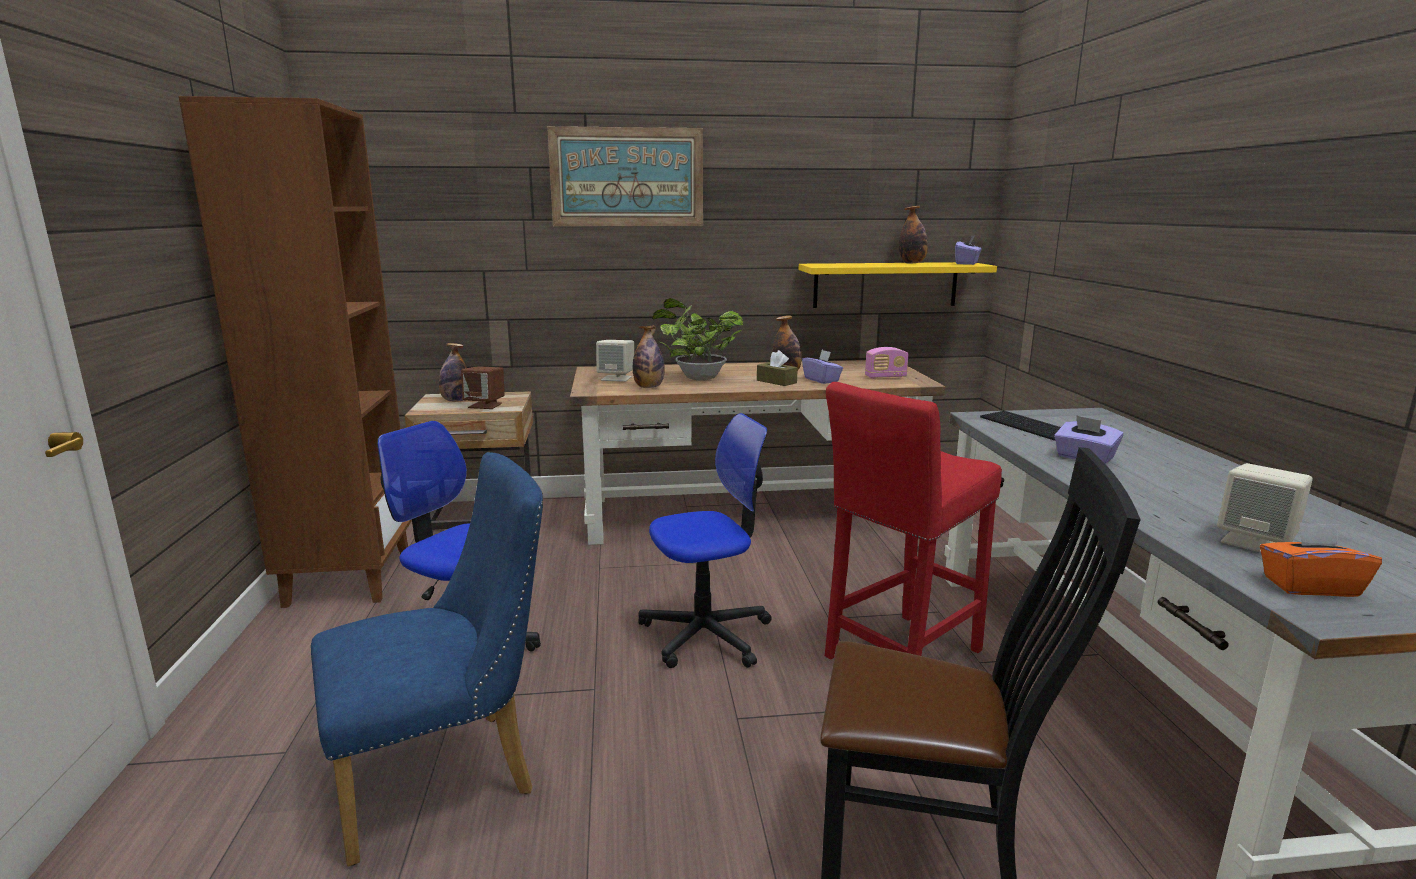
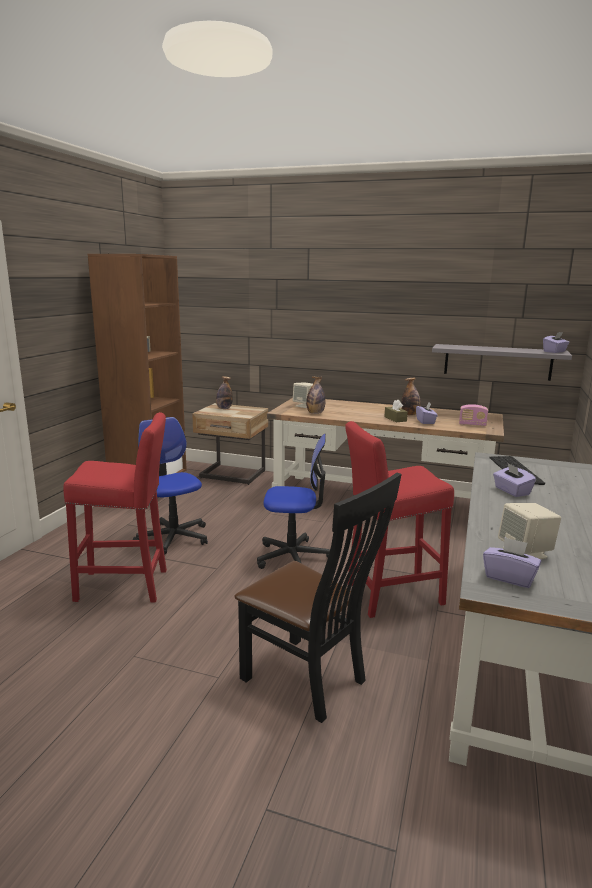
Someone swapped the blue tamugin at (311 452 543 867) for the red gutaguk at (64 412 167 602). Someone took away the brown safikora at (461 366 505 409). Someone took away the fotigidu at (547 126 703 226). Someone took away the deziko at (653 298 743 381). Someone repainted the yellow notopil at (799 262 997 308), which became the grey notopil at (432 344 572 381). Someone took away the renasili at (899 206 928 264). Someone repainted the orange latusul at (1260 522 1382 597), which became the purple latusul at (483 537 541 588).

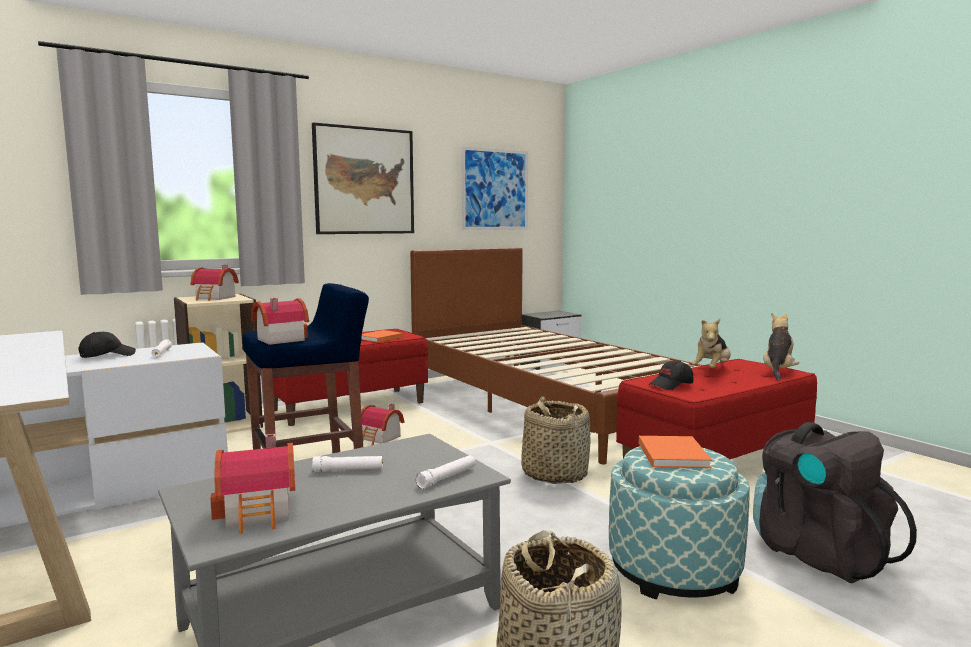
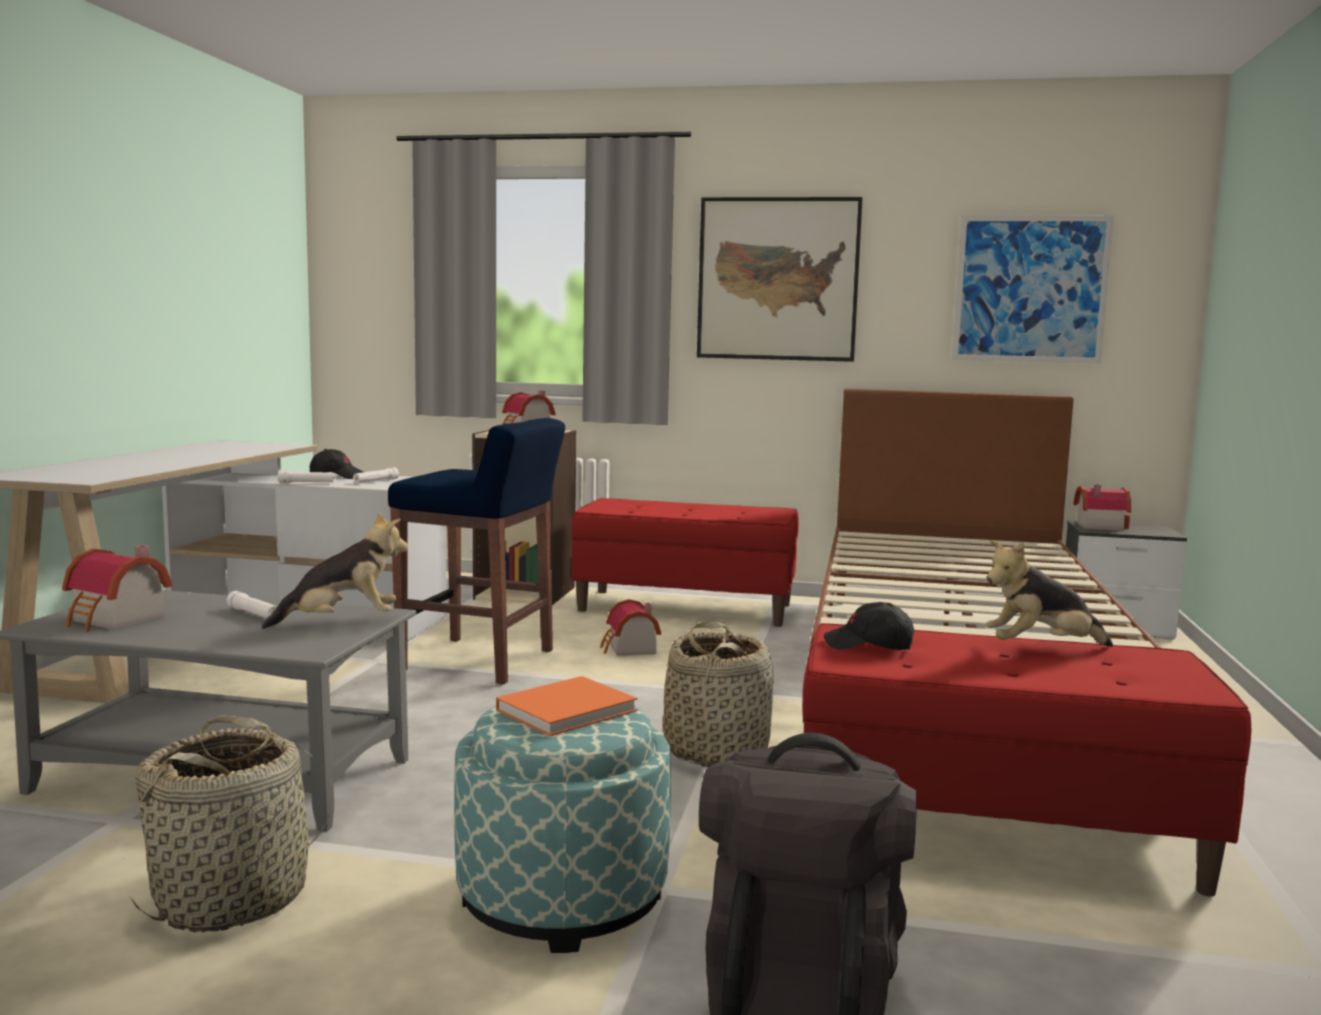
Someone carried the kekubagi from (251 298 309 345) to (1073 484 1131 531). Someone took away the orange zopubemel at (361 330 403 342). Someone carried the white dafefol from (416 455 476 489) to (278 471 335 483). Someone carried the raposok from (763 313 799 381) to (262 512 408 629).

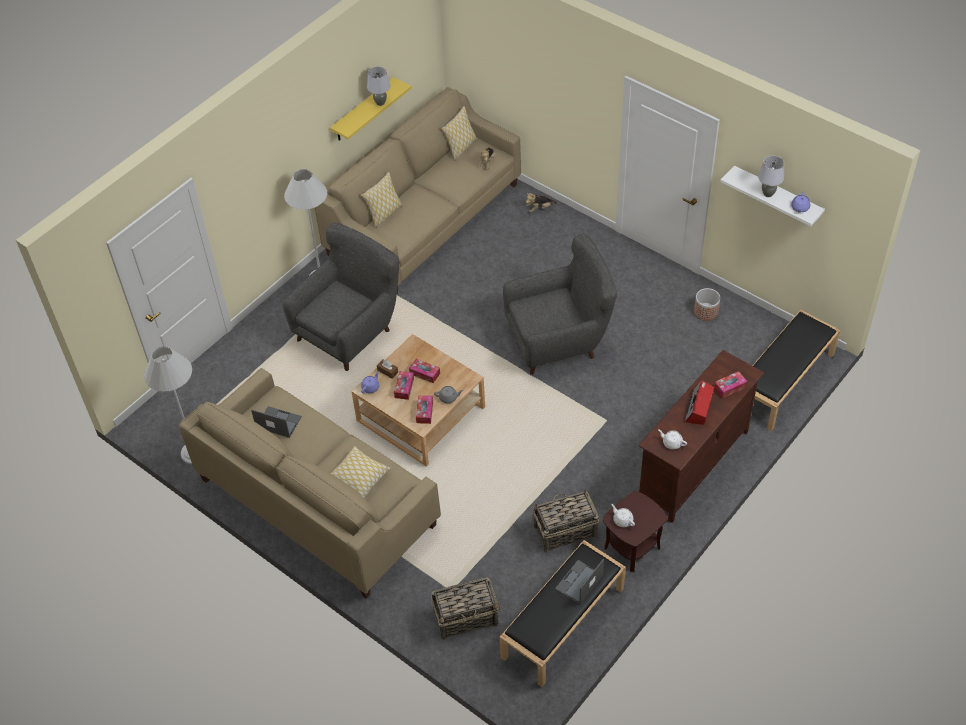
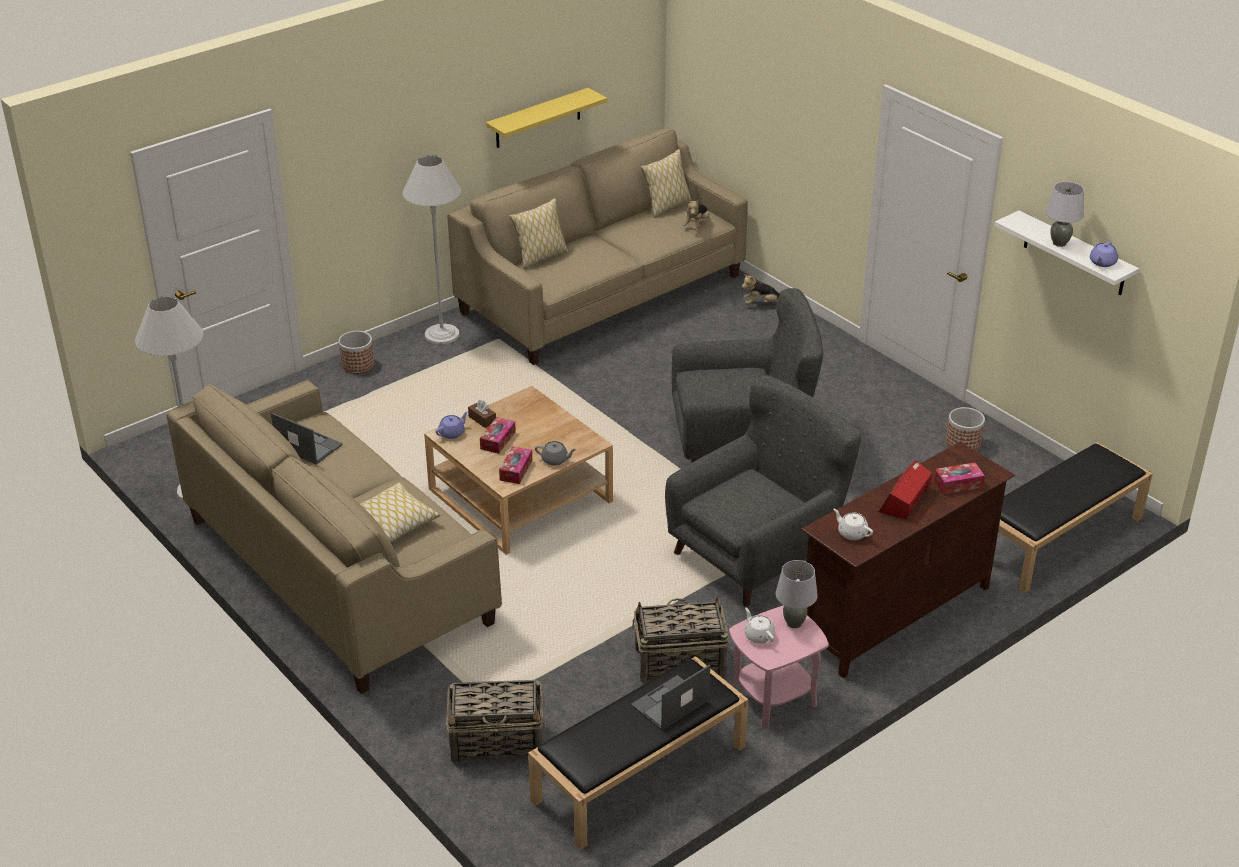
Someone carried the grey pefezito from (283 222 399 371) to (665 375 861 607). Someone carried the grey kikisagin from (367 67 390 106) to (776 560 818 628). Someone took away the latusul at (409 359 440 383). Someone repainted the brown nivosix at (602 491 668 572), which became the pink nivosix at (729 605 829 728). Someone put down the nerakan at (339 331 374 374).

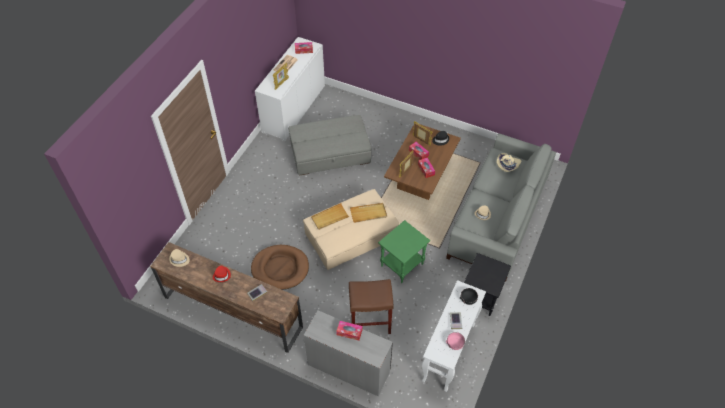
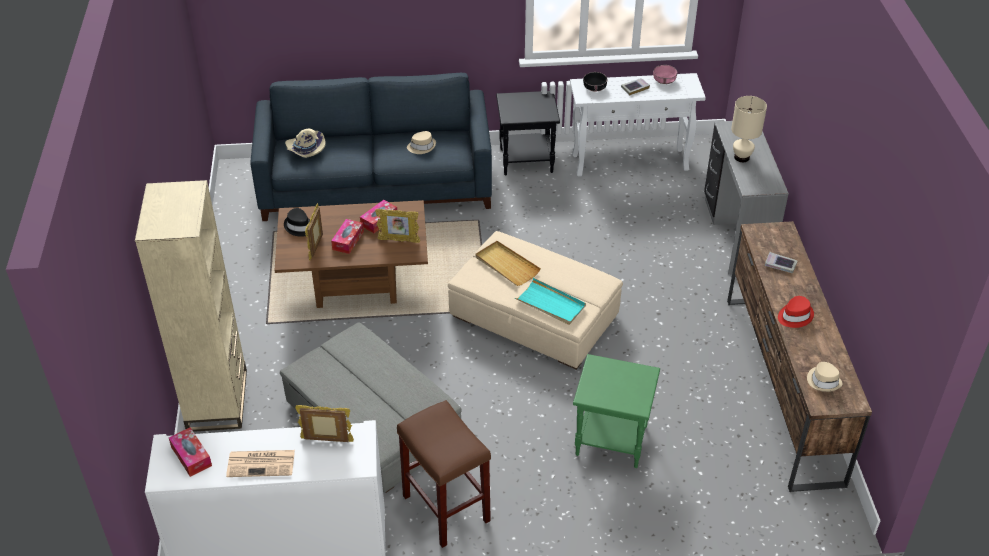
Someone took away the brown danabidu at (251 245 309 290). Someone repainted the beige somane at (311 203 350 230), which became the turquoise somane at (515 278 586 325). Someone swapped the latusul at (336 321 363 340) for the beige kikisagin at (731 96 767 162). Someone carried the brown gutaguk from (349 279 394 334) to (397 400 491 548). Someone carried the green nivosix from (378 220 430 283) to (573 354 660 468). Someone repainted the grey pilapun at (446 134 556 281), which became the blue pilapun at (250 73 492 221). Someone put down the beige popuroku at (135 180 247 432).

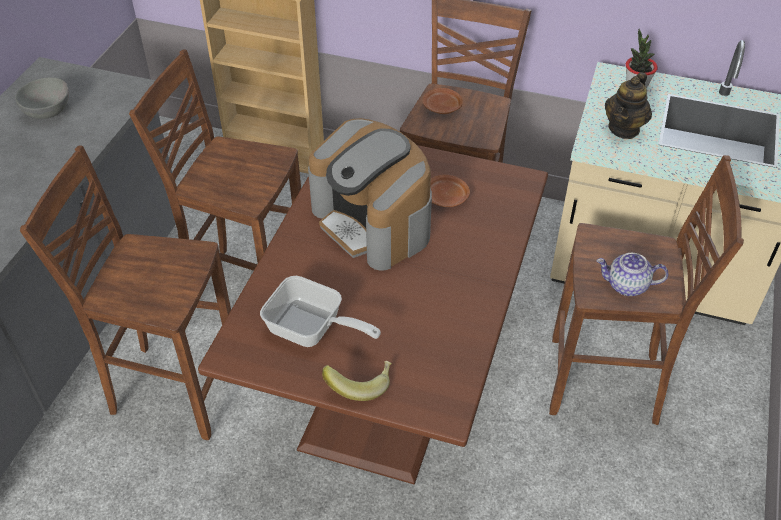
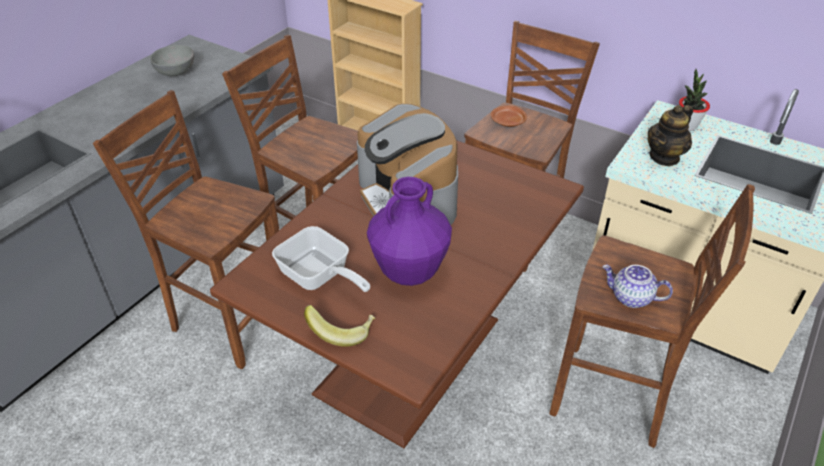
Someone took away the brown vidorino at (430 175 470 207). Someone put down the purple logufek at (367 177 452 286).

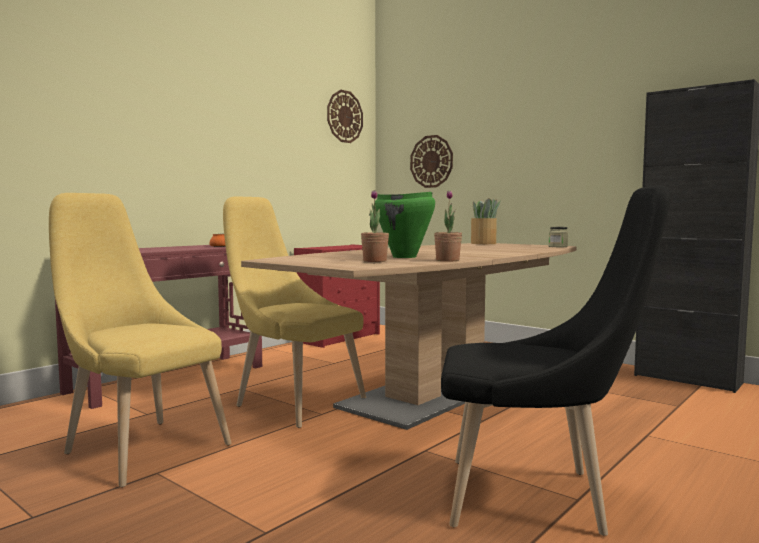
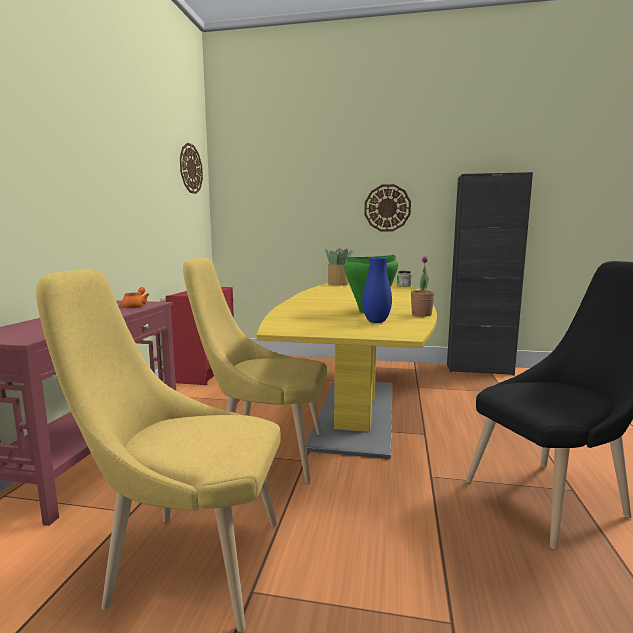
Someone repainted the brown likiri at (241 243 576 430), which became the yellow likiri at (256 283 437 459). Someone swapped the deziko at (361 190 389 262) for the blue logufek at (362 257 392 323). Someone carried the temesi from (410 135 453 188) to (364 184 411 231).

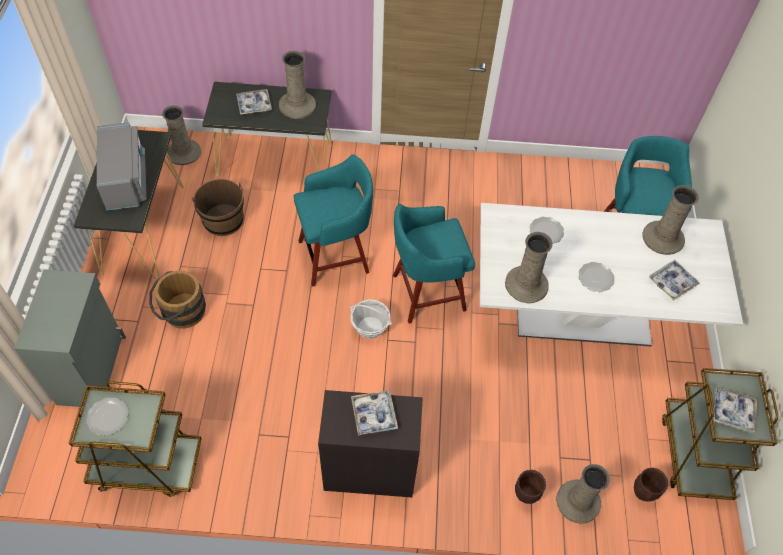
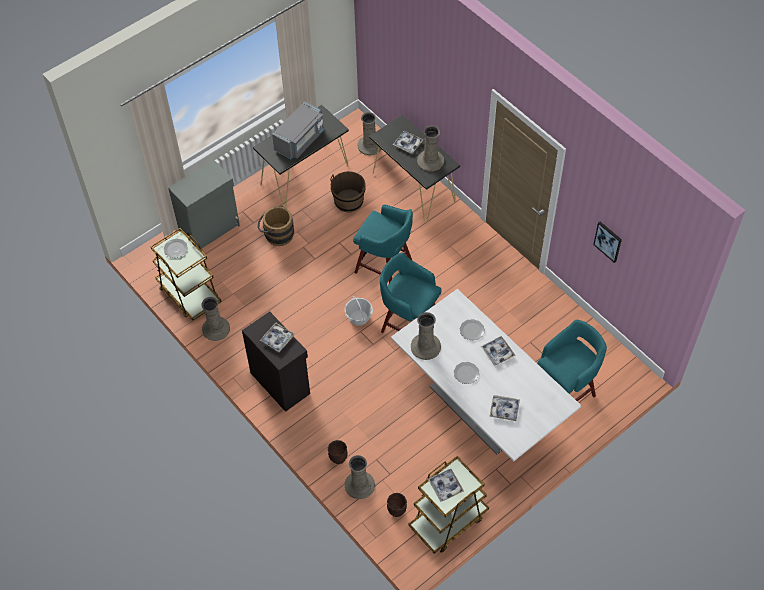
Someone carried the beige logufek from (642 185 699 255) to (201 297 230 341). Someone put down the somane at (481 336 515 366). Someone put up the fotigidu at (593 222 622 263).

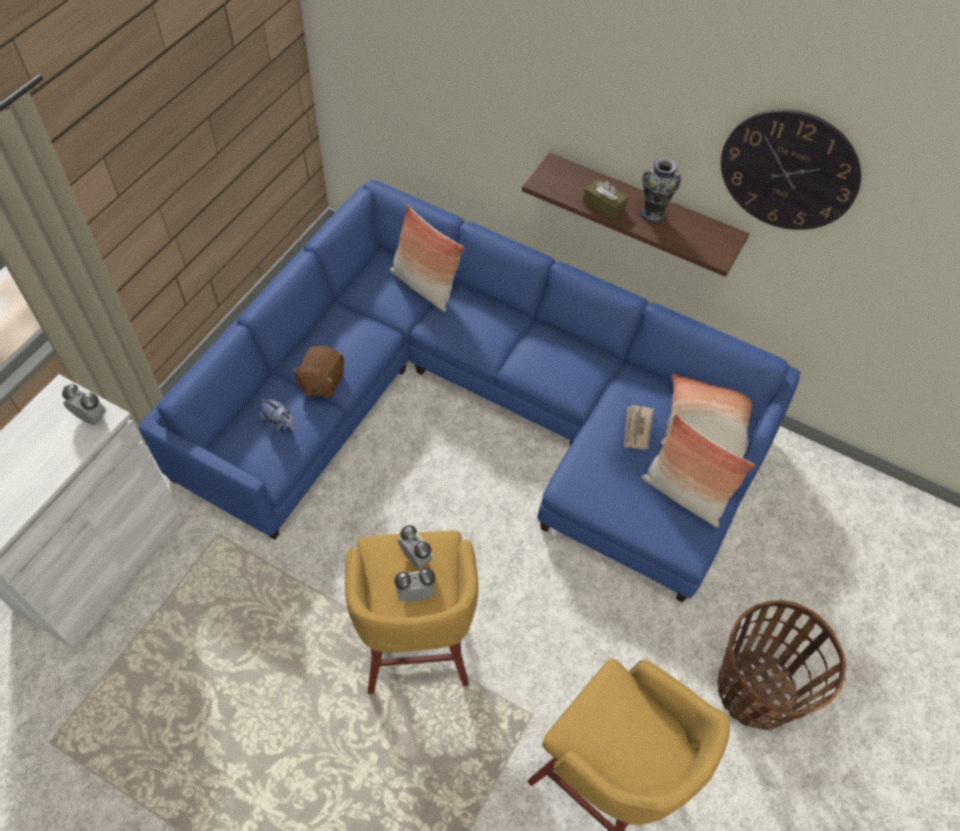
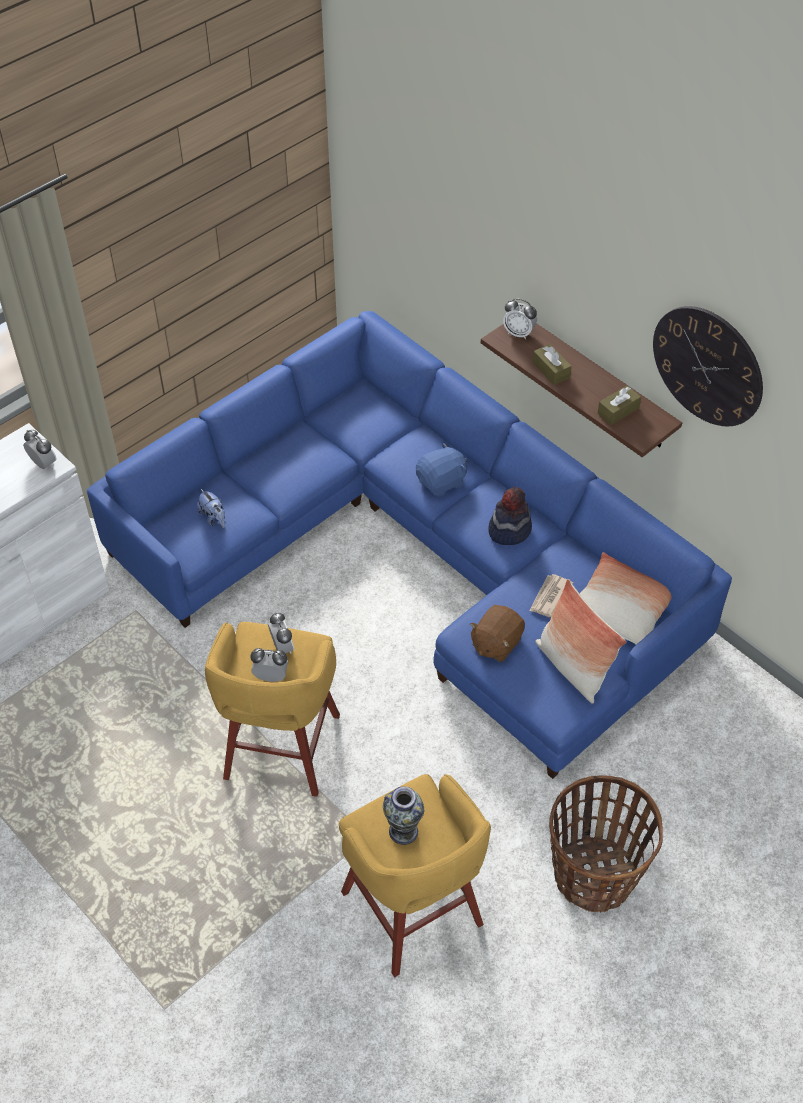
Someone carried the brown raposok from (292 346 345 398) to (470 605 525 662). Someone took away the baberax at (390 205 465 312). Someone carried the logufek from (640 158 681 223) to (383 786 424 845). Someone put down the blue raposok at (416 442 467 497). Someone put down the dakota at (488 487 532 545). Someone put down the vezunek at (503 298 537 339). Someone put down the brown latusul at (597 385 641 425).

